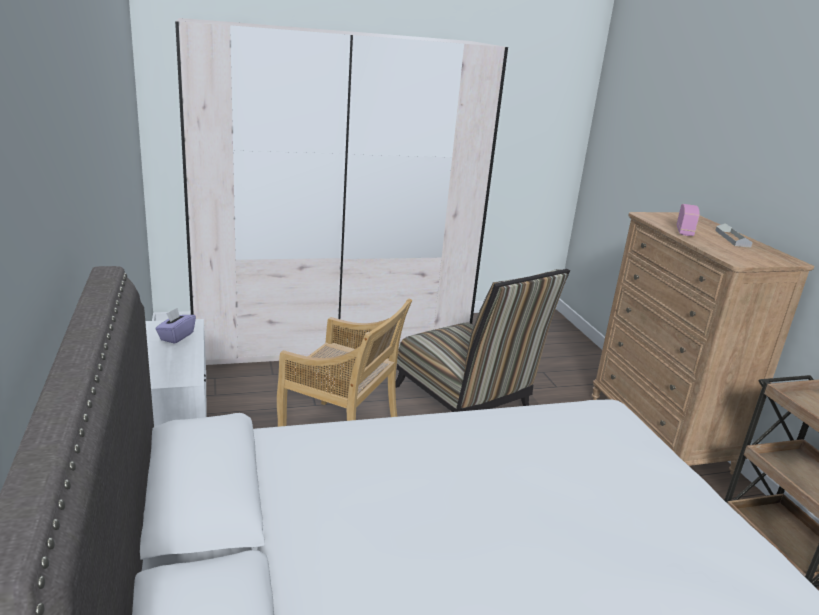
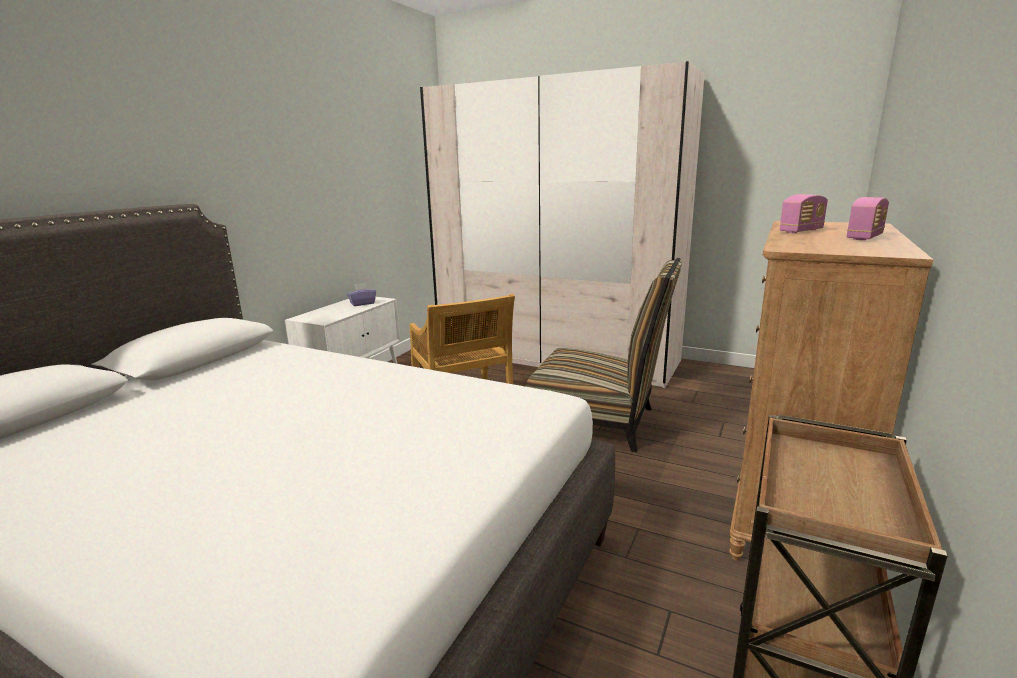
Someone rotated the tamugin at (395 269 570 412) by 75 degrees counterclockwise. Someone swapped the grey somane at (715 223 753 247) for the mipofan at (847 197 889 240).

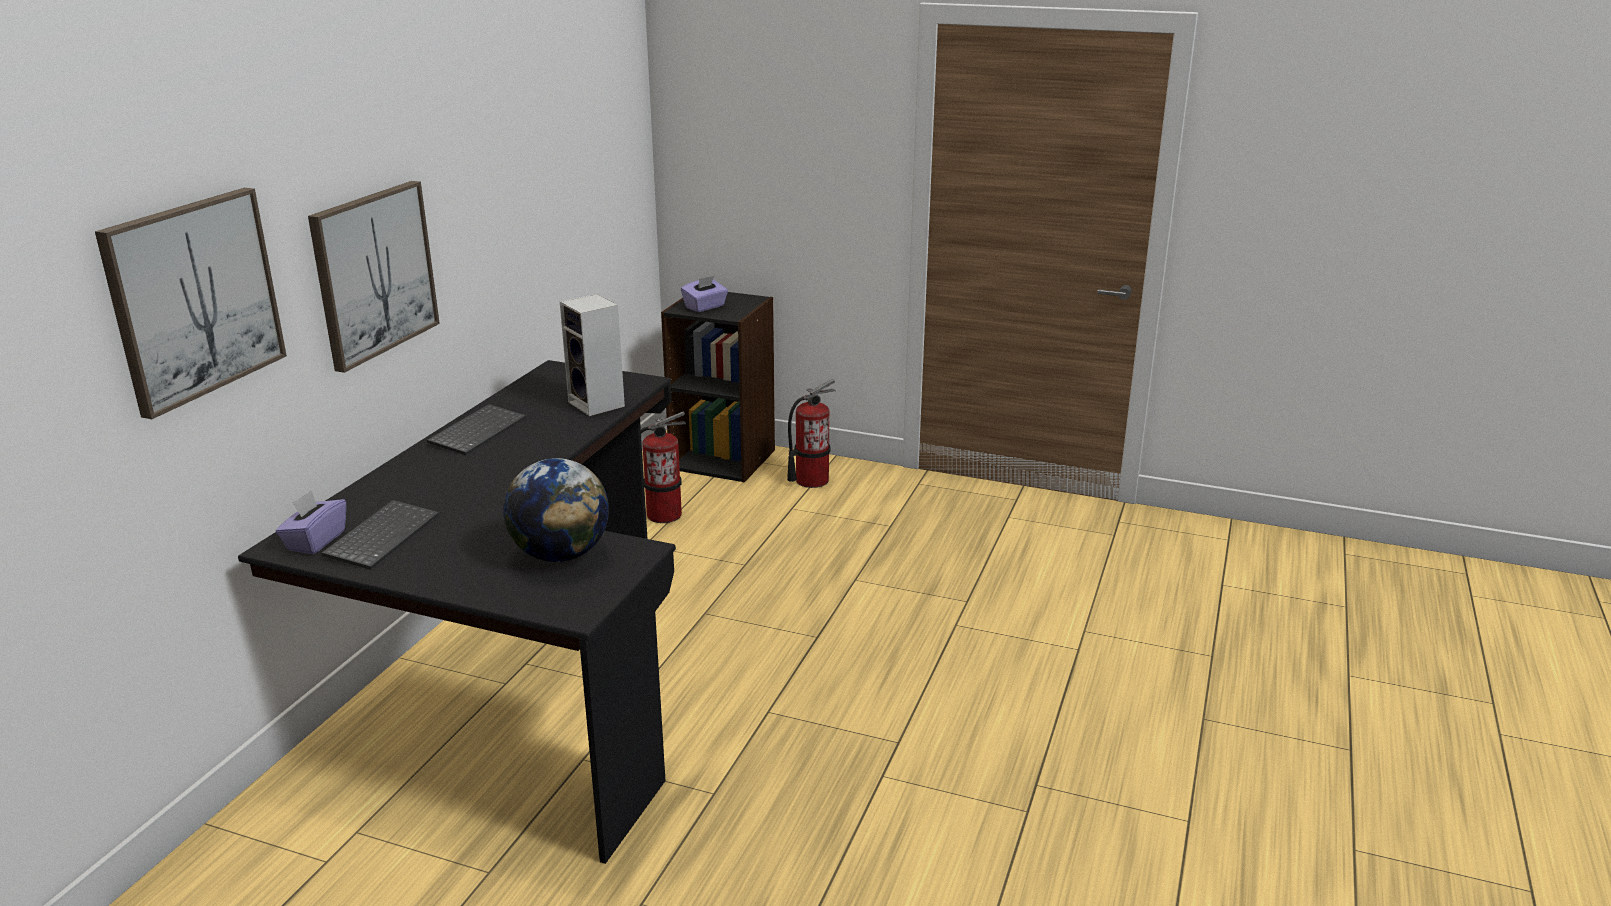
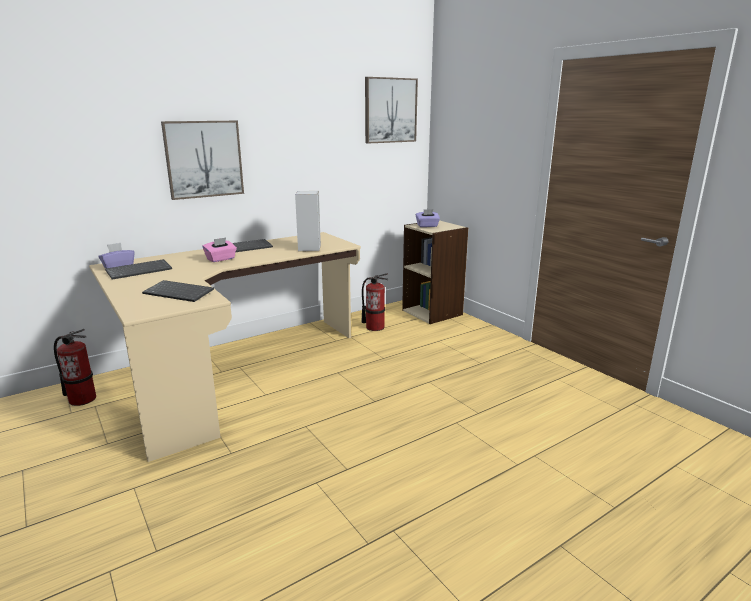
Someone carried the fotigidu from (95 188 287 419) to (365 77 418 144). Someone repainted the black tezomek at (238 360 676 864), which became the beige tezomek at (89 232 361 462). Someone swapped the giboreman at (503 458 609 562) for the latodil at (142 280 214 302). Someone repainted the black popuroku at (661 292 775 482), which became the beige popuroku at (402 220 468 324). Someone carried the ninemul from (787 379 835 488) to (54 329 96 406). Someone put down the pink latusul at (203 237 237 262).

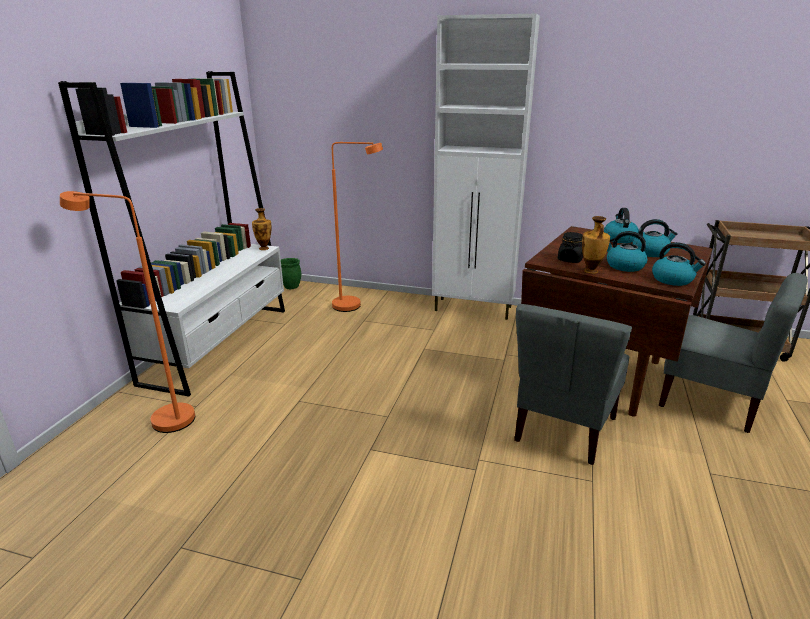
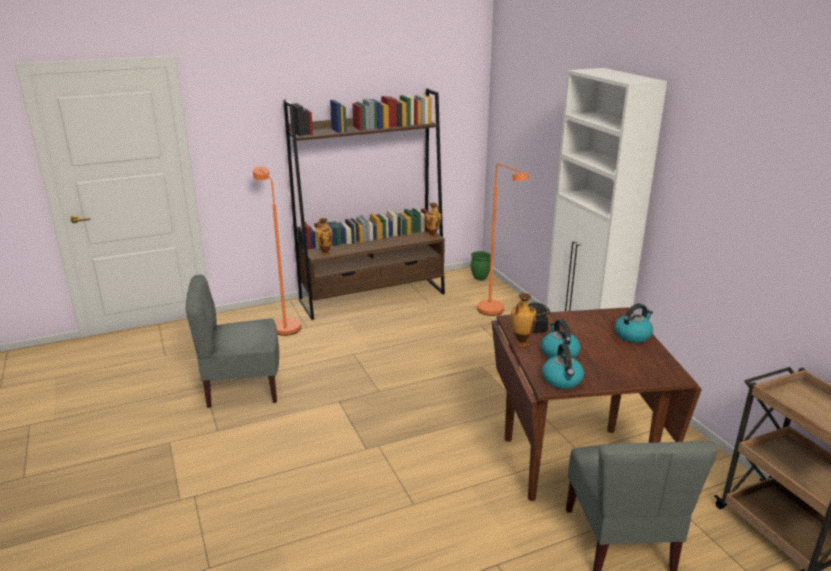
Someone repainted the white popuroku at (58 71 285 397), which became the brown popuroku at (283 88 445 320). Someone carried the grey tamugin from (514 304 632 465) to (186 275 279 408). Someone took away the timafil at (632 219 678 257). Someone put down the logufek at (315 218 333 256).

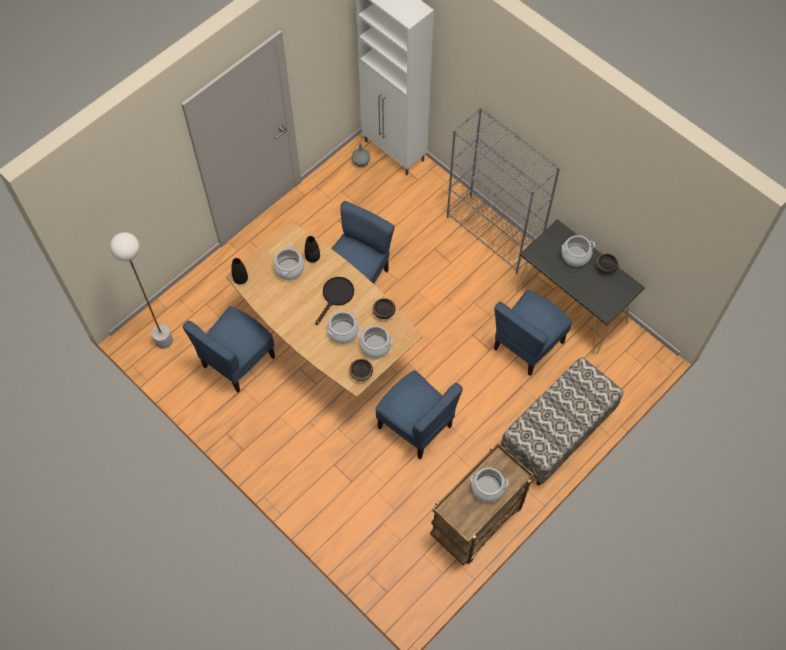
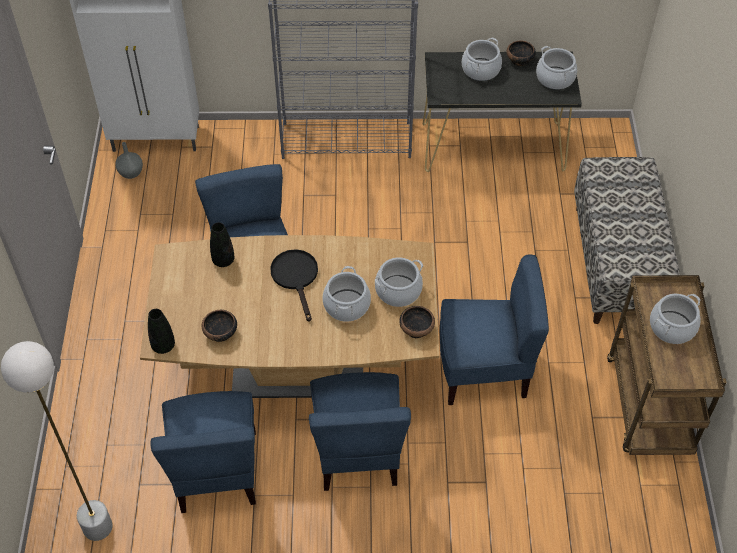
Someone carried the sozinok from (273 244 304 280) to (536 46 577 90). Someone carried the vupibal from (373 298 396 319) to (202 310 237 342). Someone carried the blue tamugin from (494 290 572 376) to (309 372 411 491).

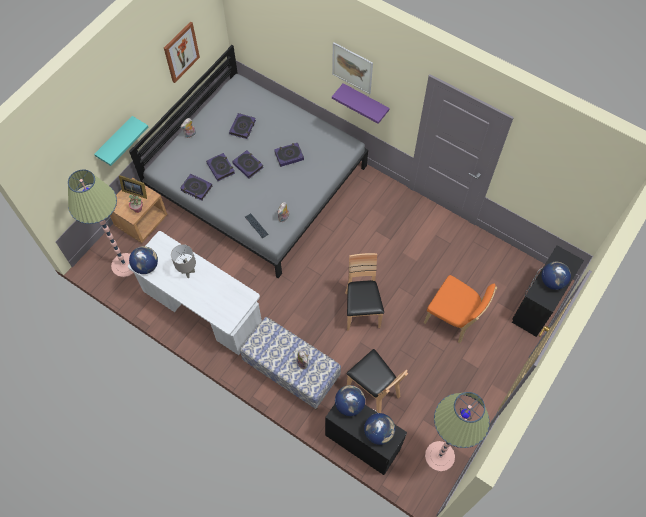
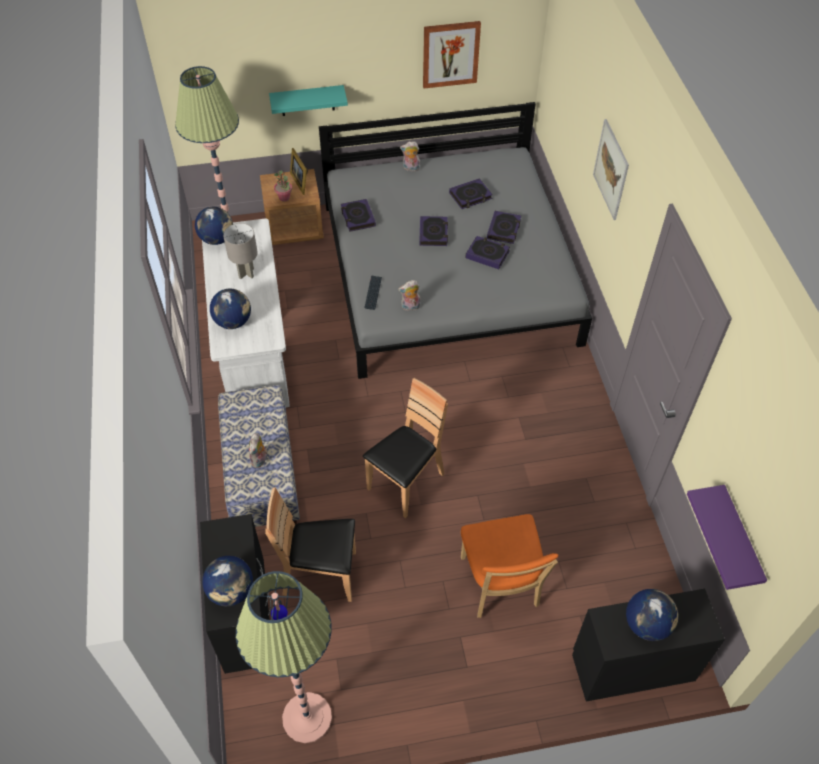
Someone carried the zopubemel from (206 153 235 181) to (487 211 521 244). Someone carried the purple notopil from (332 83 390 124) to (687 485 767 590). Someone carried the giboreman from (335 385 365 416) to (210 288 251 329). Someone rotated the brown tamugin at (347 349 408 413) by 90 degrees clockwise.

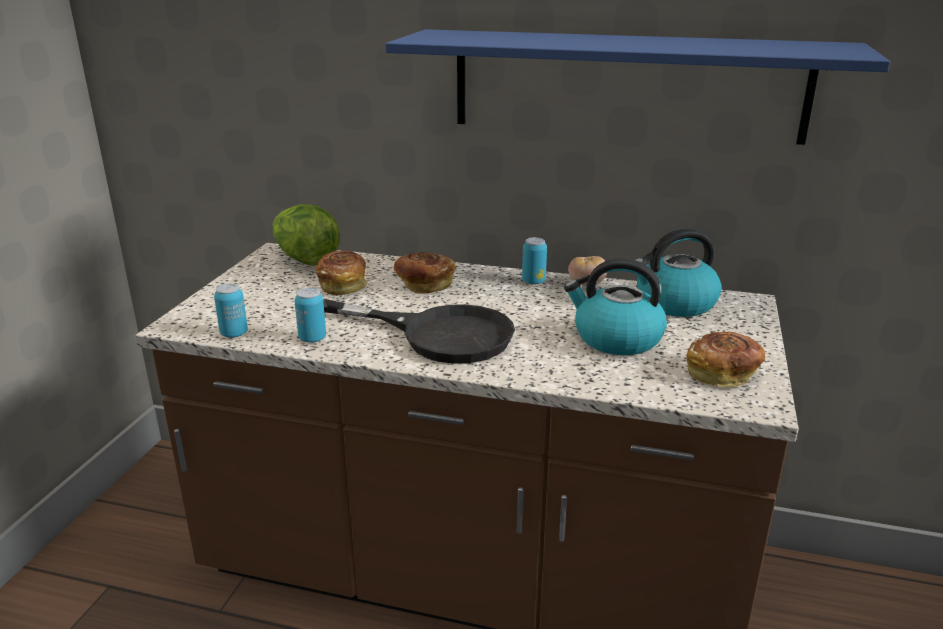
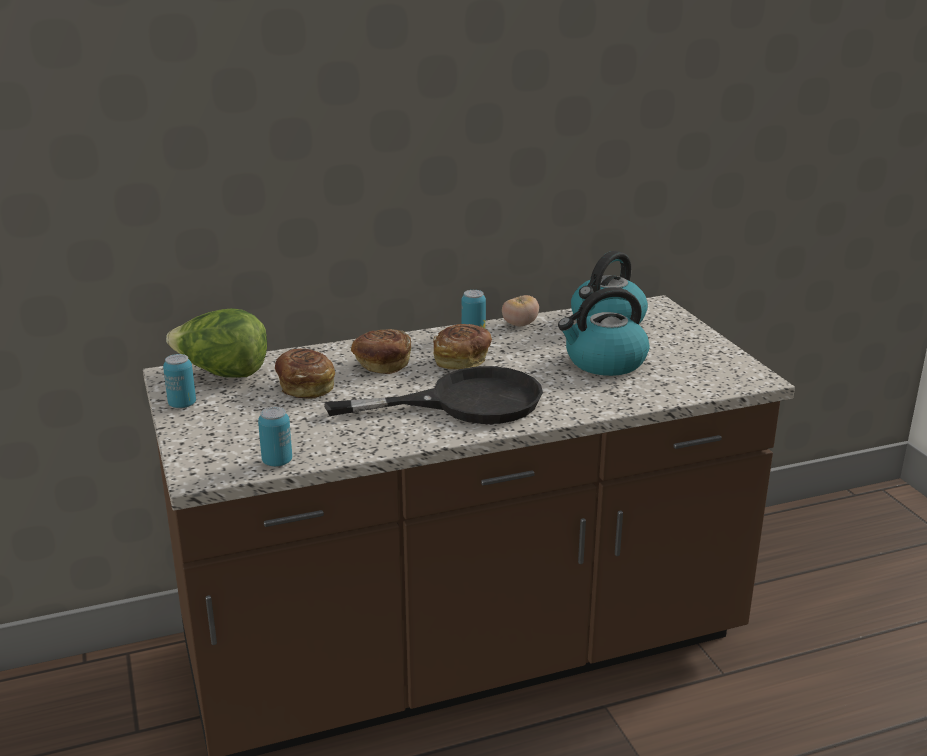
Someone carried the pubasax from (294 288 326 343) to (163 354 196 408). Someone took away the blue notopil at (385 29 890 145). Someone carried the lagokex from (686 332 765 388) to (433 324 492 370).

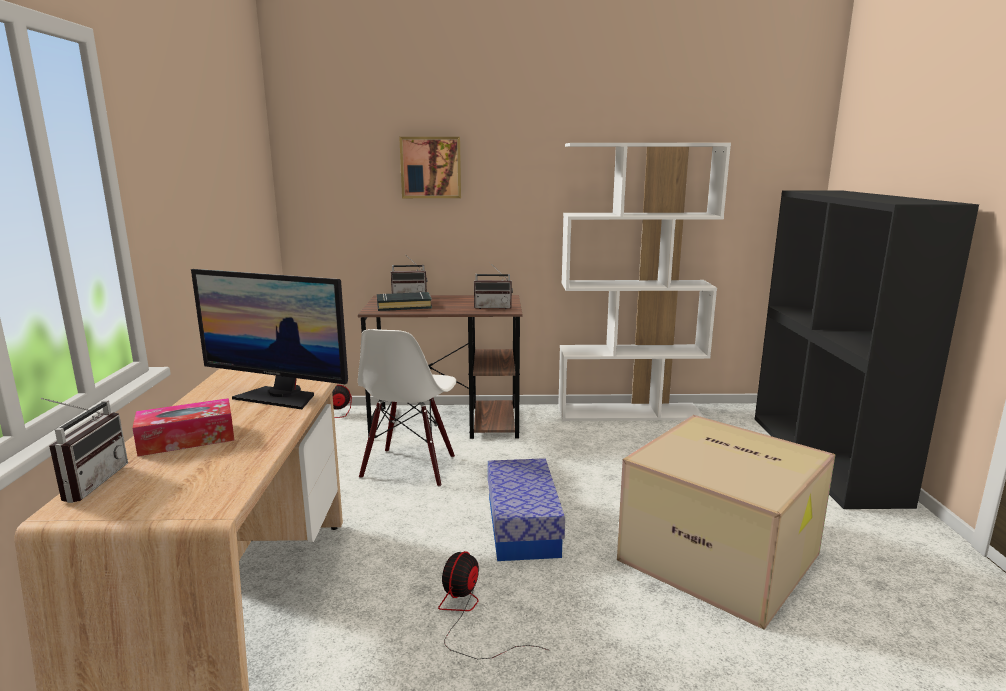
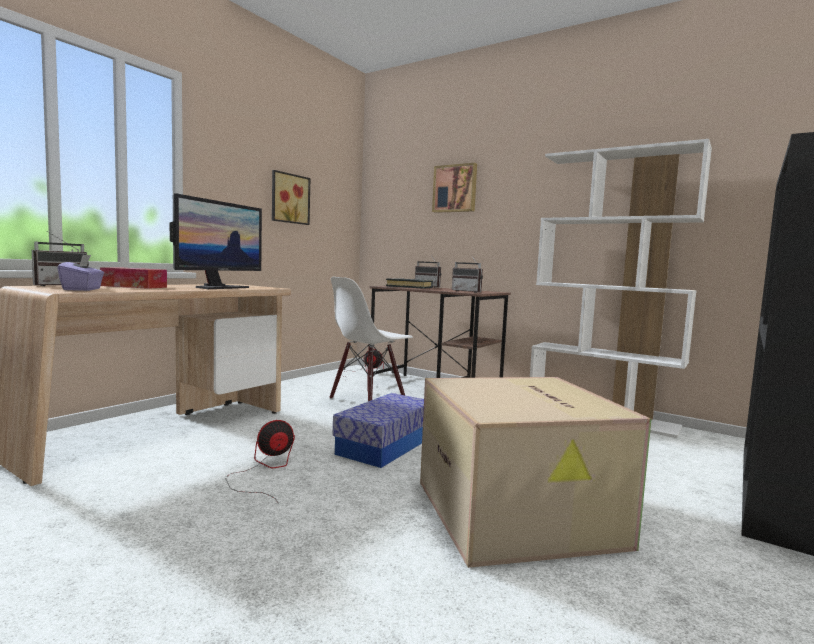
Someone rotated the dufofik at (191 269 348 409) by 120 degrees counterclockwise. Someone put down the purple latusul at (58 255 104 291). Someone put up the fotigidu at (272 170 310 225).

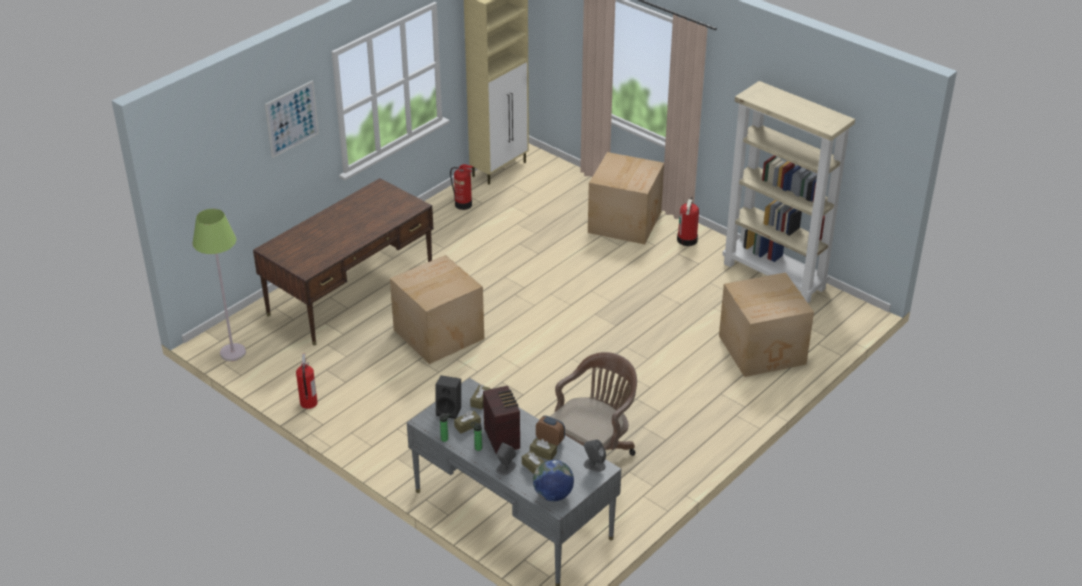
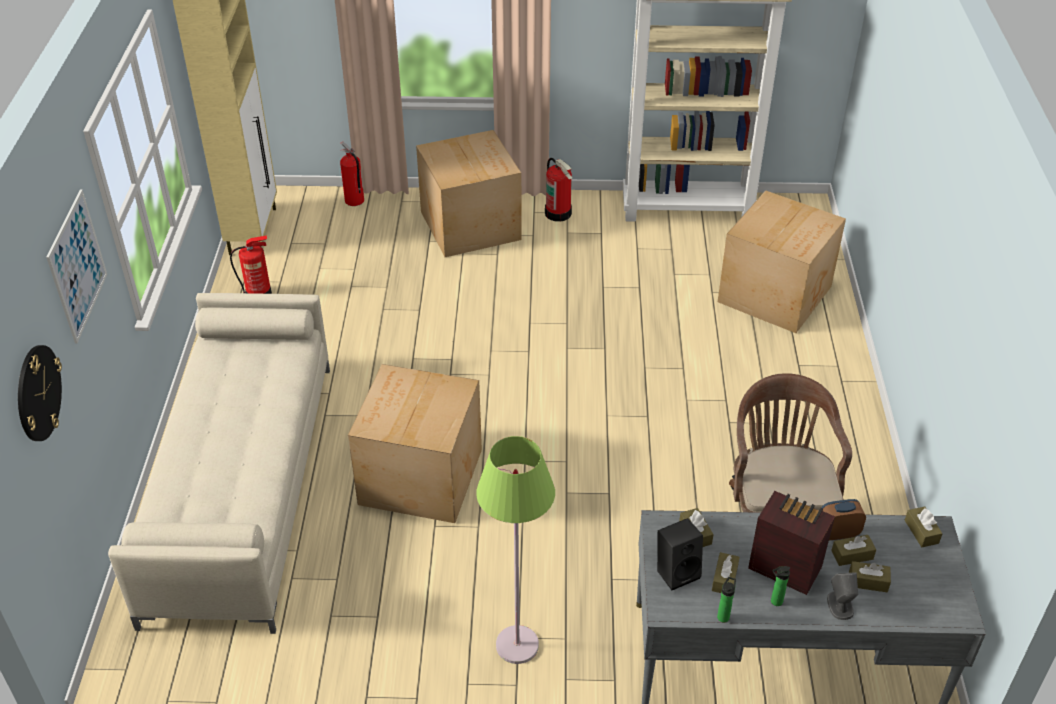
Someone carried the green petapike from (192 209 246 361) to (476 436 555 664). Someone swapped the brown tezomek at (253 178 433 345) for the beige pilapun at (108 293 330 634). Someone carried the ninemul from (296 353 318 409) to (340 142 364 206). Someone took away the giboreman at (533 460 574 501). Someone swapped the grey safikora at (584 439 606 472) for the brown latusul at (905 507 943 547). Someone put up the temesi at (18 345 62 441).

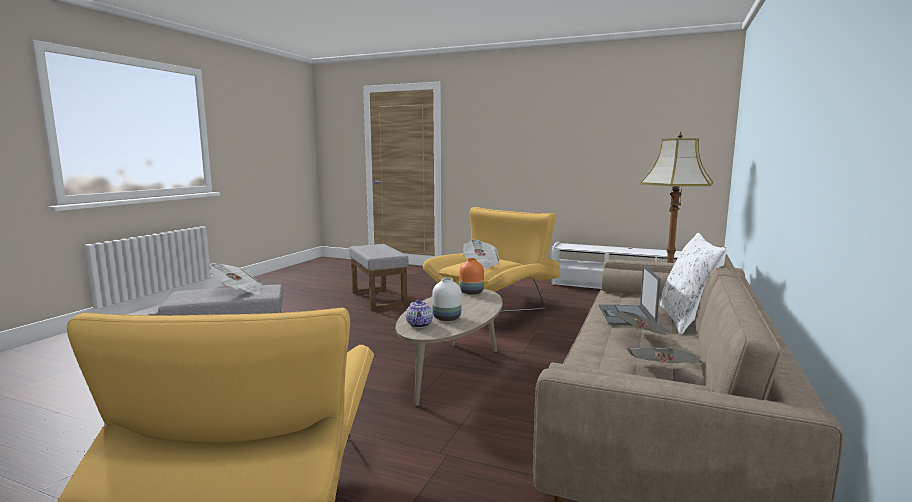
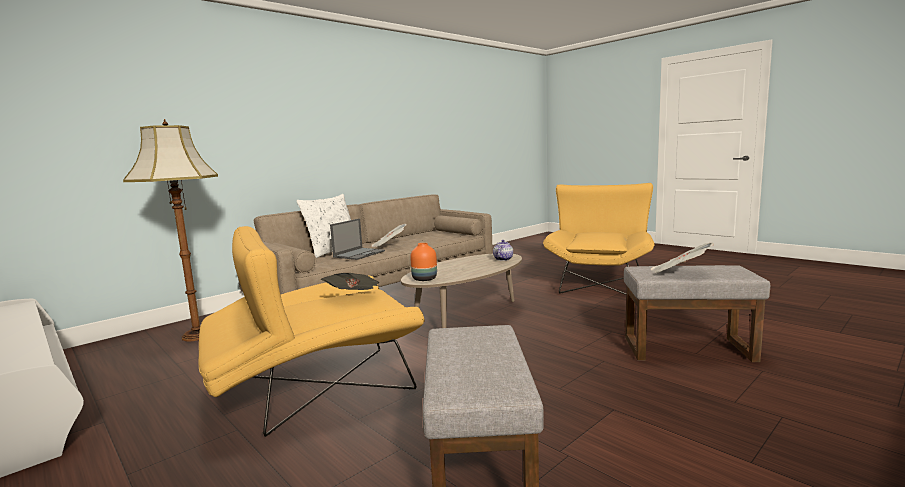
Someone took away the white logufek at (432 278 462 321). Someone took away the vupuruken at (625 348 702 364).

